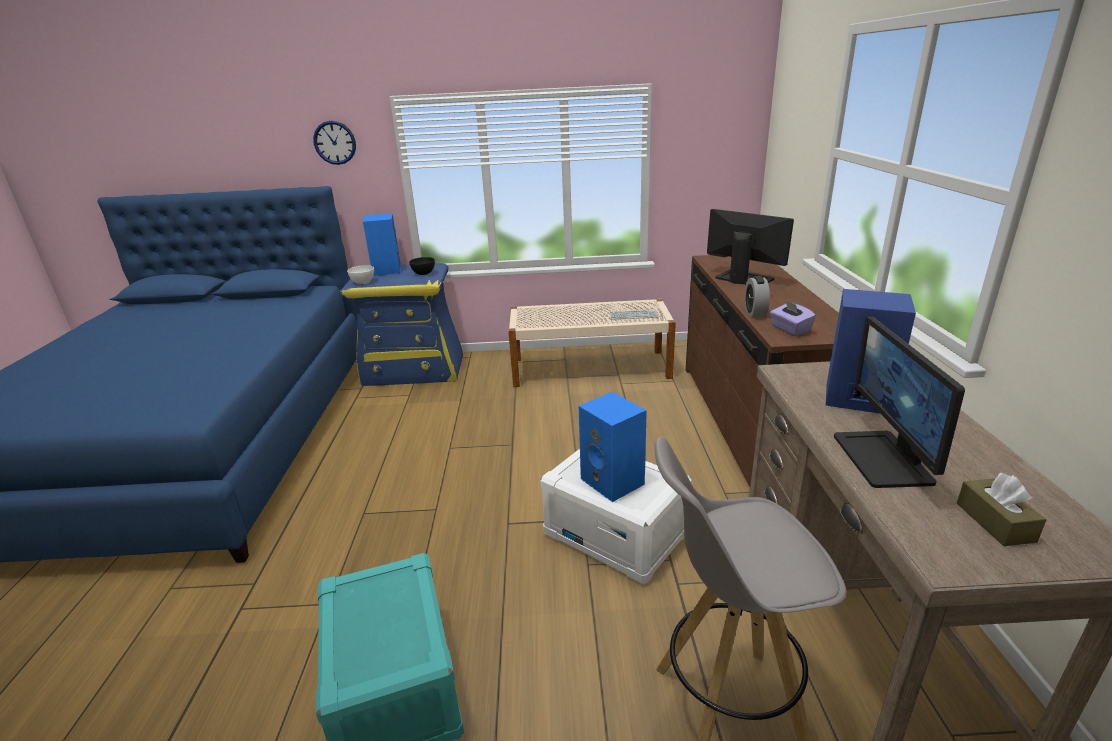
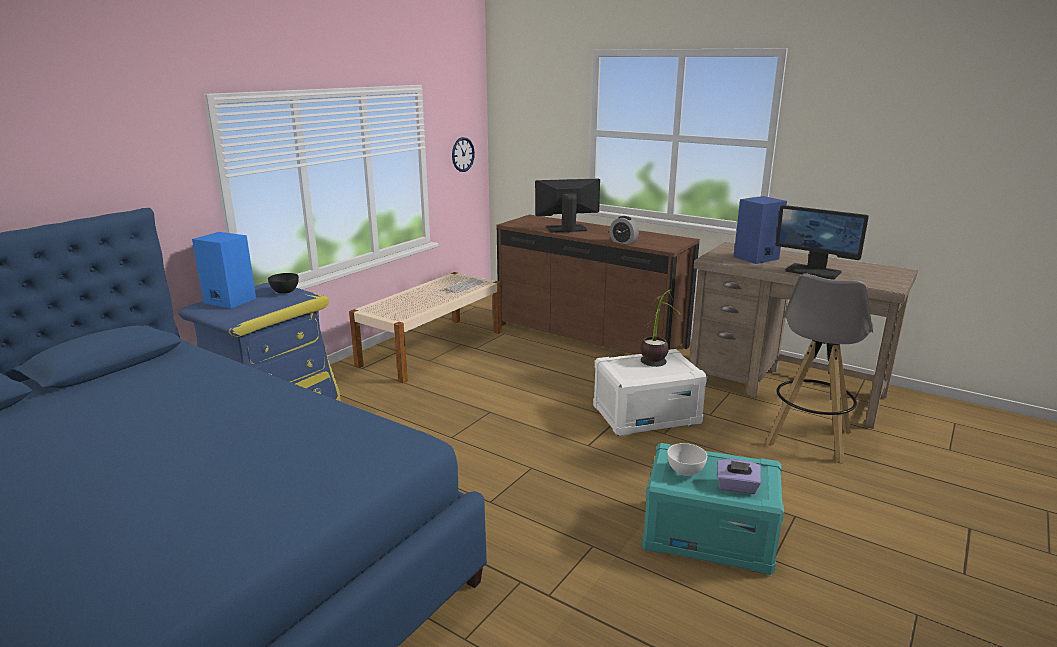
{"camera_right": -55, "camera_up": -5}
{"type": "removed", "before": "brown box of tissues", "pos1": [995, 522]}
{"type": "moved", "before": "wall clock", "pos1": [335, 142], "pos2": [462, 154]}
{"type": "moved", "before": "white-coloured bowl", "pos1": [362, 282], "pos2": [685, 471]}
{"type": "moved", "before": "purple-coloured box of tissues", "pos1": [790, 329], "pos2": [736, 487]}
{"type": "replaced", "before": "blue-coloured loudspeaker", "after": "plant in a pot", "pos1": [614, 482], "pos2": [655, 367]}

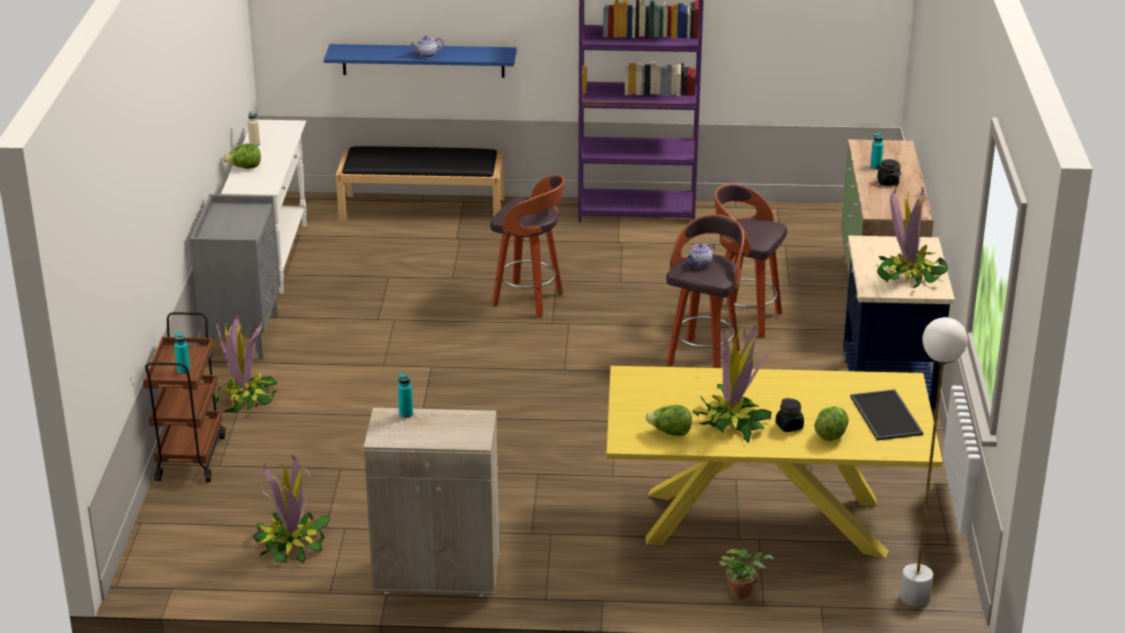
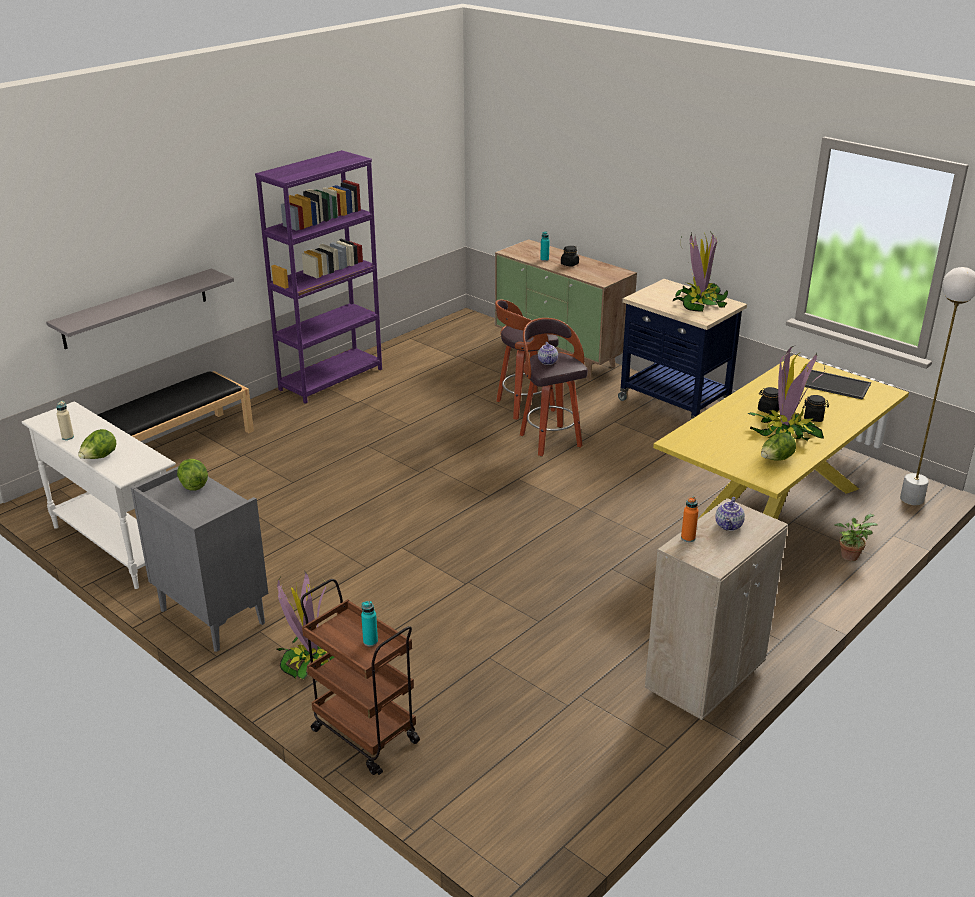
{"camera_right": -50, "camera_up": 0}
{"type": "removed", "before": "plant in a pot", "pos1": [290, 545]}
{"type": "removed", "before": "sitting stool", "pos1": [529, 300]}
{"type": "added", "after": "black storage jar", "pos2": [768, 410]}
{"type": "moved", "before": "pot for tea", "pos1": [426, 55], "pos2": [729, 526]}
{"type": "moved", "before": "lettuce", "pos1": [831, 434], "pos2": [193, 484]}
{"type": "recoloured", "before": "blue-coloured wall shelf", "after": "gray wall shelf", "pos1": [423, 60], "pos2": [135, 308]}
{"type": "recoloured", "before": "turquoise-coloured drink bottle", "after": "orangey drink bottle", "pos1": [406, 414], "pos2": [688, 538]}

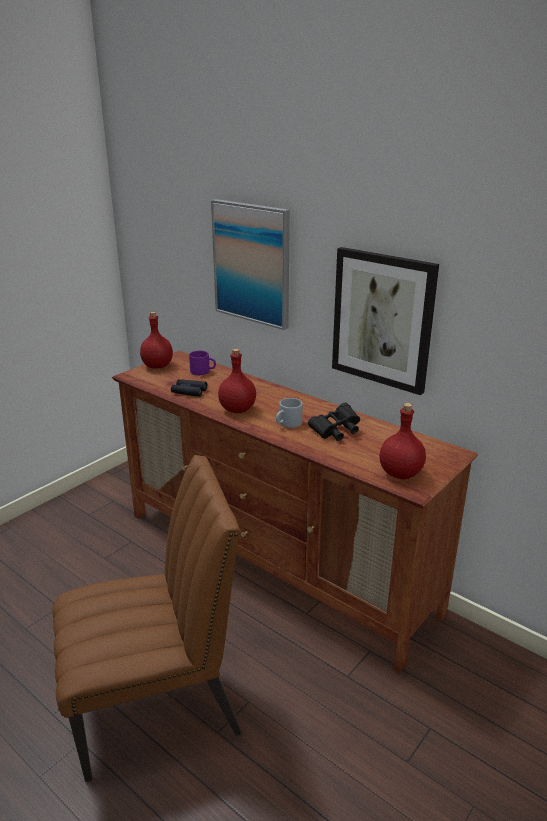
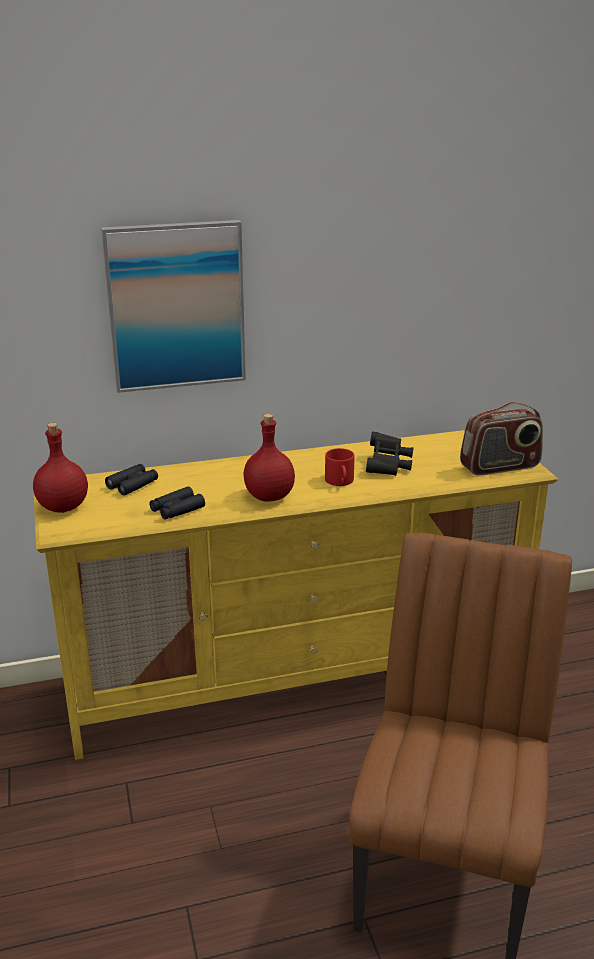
{"camera_right": -55, "camera_up": 0}
{"type": "removed", "before": "picture", "pos1": [382, 319]}
{"type": "replaced", "before": "purple-coloured coffee mug", "after": "black field glasses", "pos1": [203, 371], "pos2": [132, 484]}
{"type": "replaced", "before": "reddish drink bottle", "after": "radio receiver", "pos1": [401, 473], "pos2": [500, 467]}
{"type": "recoloured", "before": "brown dresser", "after": "yellow-coloured dresser", "pos1": [274, 561], "pos2": [296, 679]}
{"type": "recoloured", "before": "gray coffee mug", "after": "reddish coffee mug", "pos1": [288, 424], "pos2": [341, 482]}

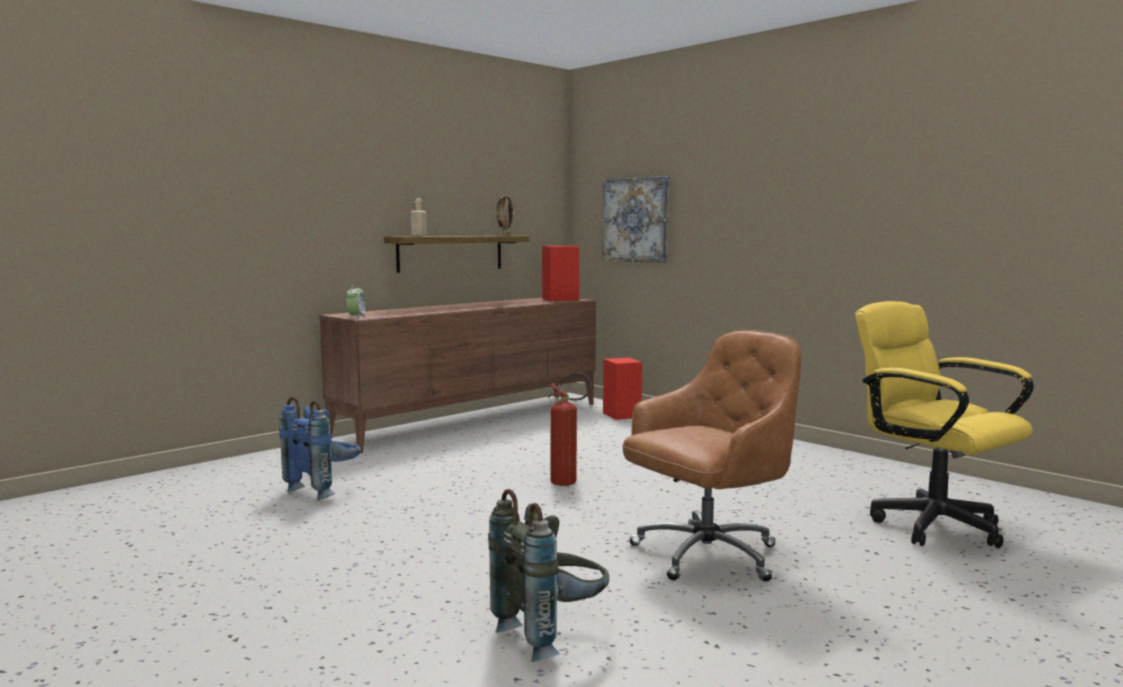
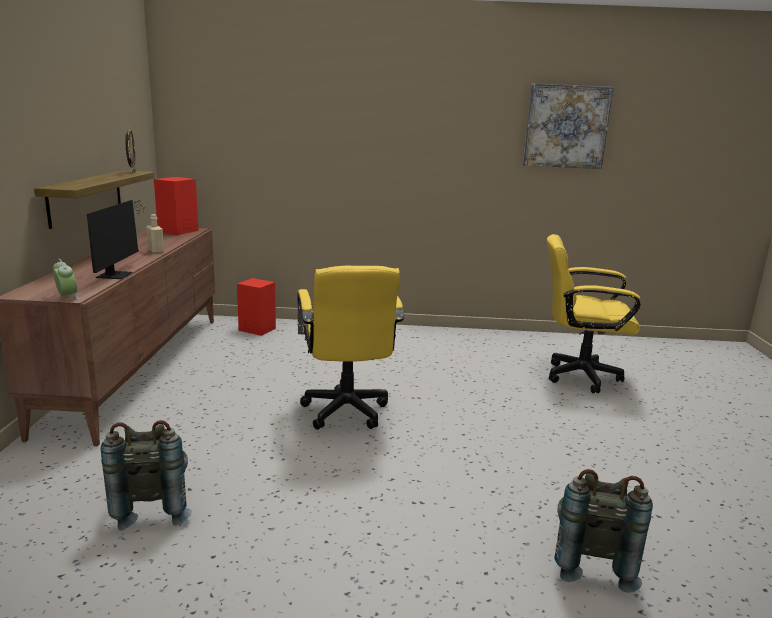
{"camera_right": -45, "camera_up": 10}
{"type": "removed", "before": "brown desk chair", "pos1": [708, 555]}
{"type": "added", "after": "computer display", "pos2": [117, 274]}
{"type": "moved", "before": "beige-coloured drink bottle", "pos1": [419, 236], "pos2": [156, 251]}
{"type": "moved", "before": "picture", "pos1": [636, 220], "pos2": [566, 126]}
{"type": "replaced", "before": "fire extinguisher", "after": "yellow-coloured desk chair", "pos1": [569, 483], "pos2": [347, 414]}
{"type": "recoloured", "before": "blue-coloured backpack", "after": "gray backpack", "pos1": [325, 490], "pos2": [154, 507]}

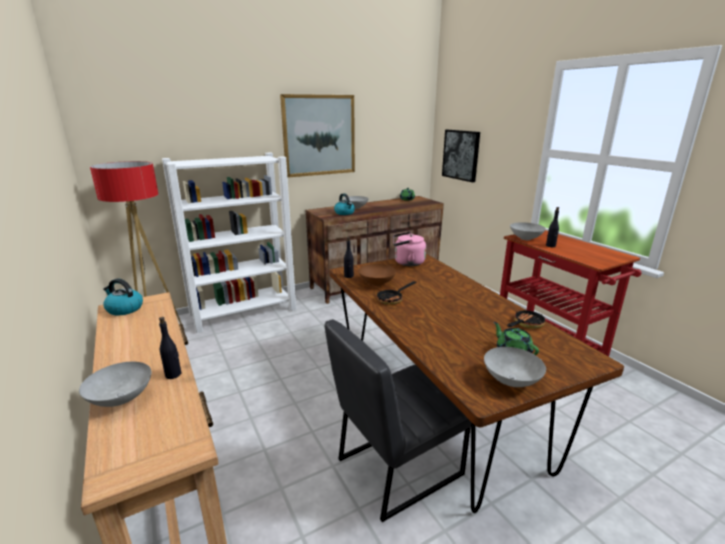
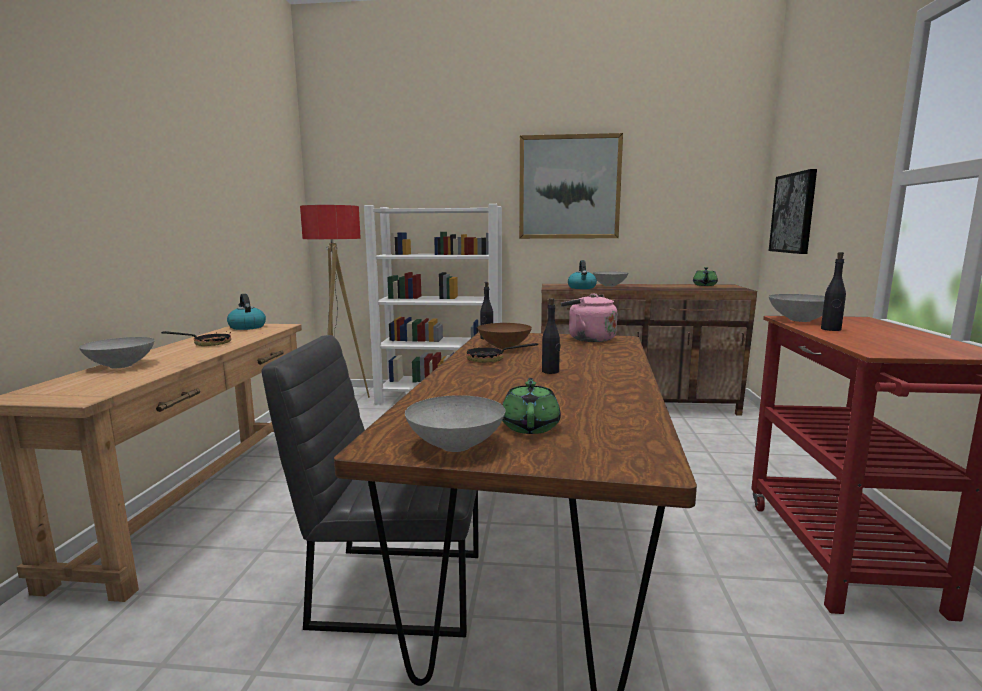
{"camera_right": 35, "camera_up": -10}
{"type": "moved", "before": "black drink bottle", "pos1": [173, 374], "pos2": [550, 371]}
{"type": "moved", "before": "skillet", "pos1": [526, 324], "pos2": [207, 344]}

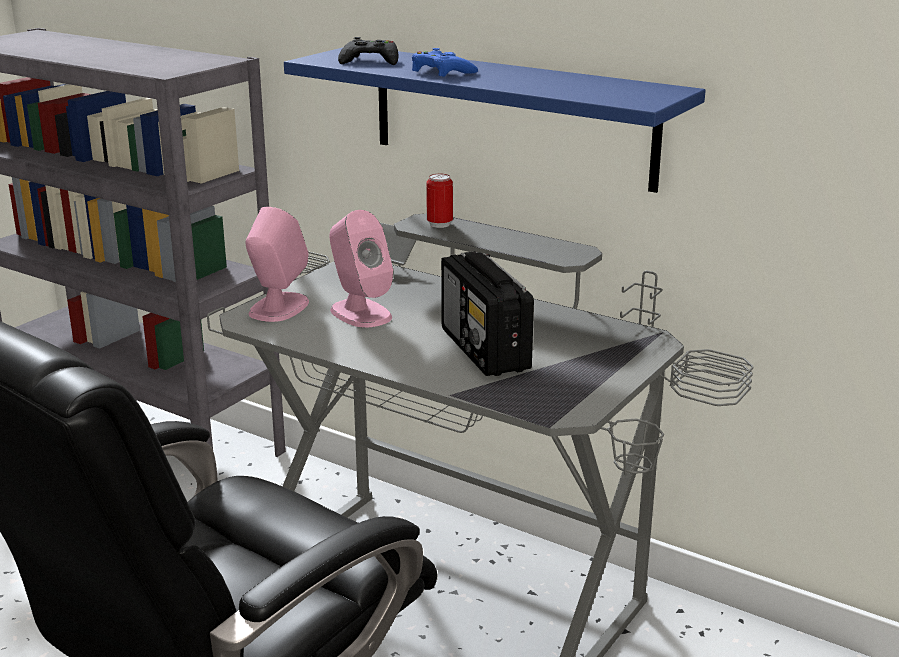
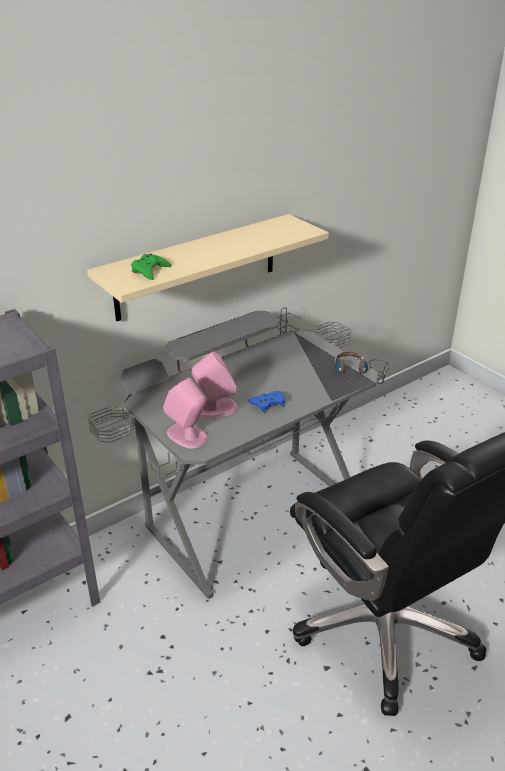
{"camera_right": -70, "camera_up": 10}
{"type": "removed", "before": "sealed can", "pos1": [439, 224]}
{"type": "removed", "before": "radio receiver", "pos1": [485, 350]}
{"type": "added", "after": "headset", "pos2": [350, 371]}
{"type": "moved", "before": "blue-coloured gamepad", "pos1": [441, 72], "pos2": [268, 404]}
{"type": "recoloured", "before": "blue-coloured wall shelf", "after": "beige-coloured wall shelf", "pos1": [511, 116], "pos2": [197, 267]}
{"type": "recoloured", "before": "black gamepad", "after": "greenish gamepad", "pos1": [370, 61], "pos2": [150, 270]}

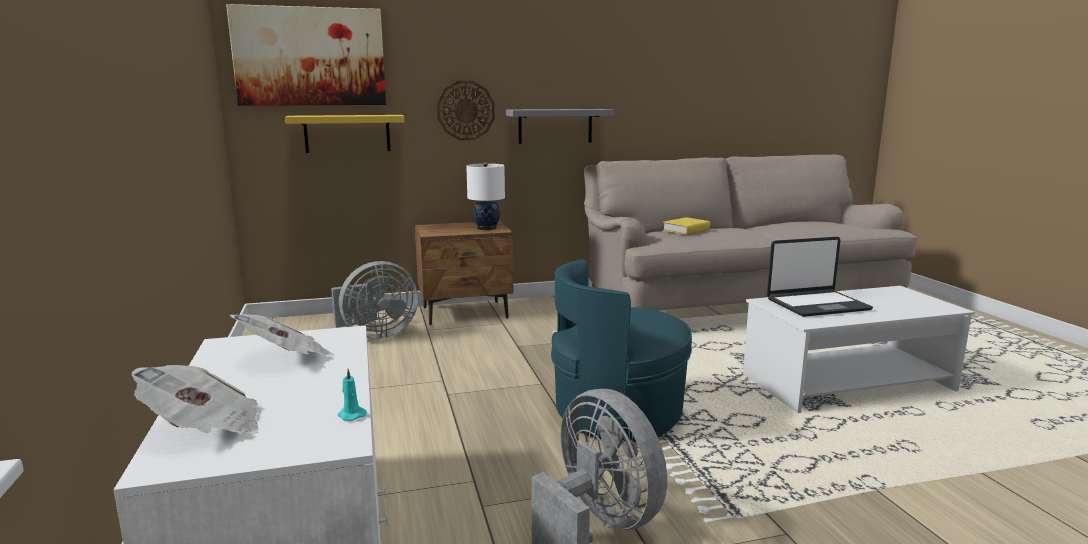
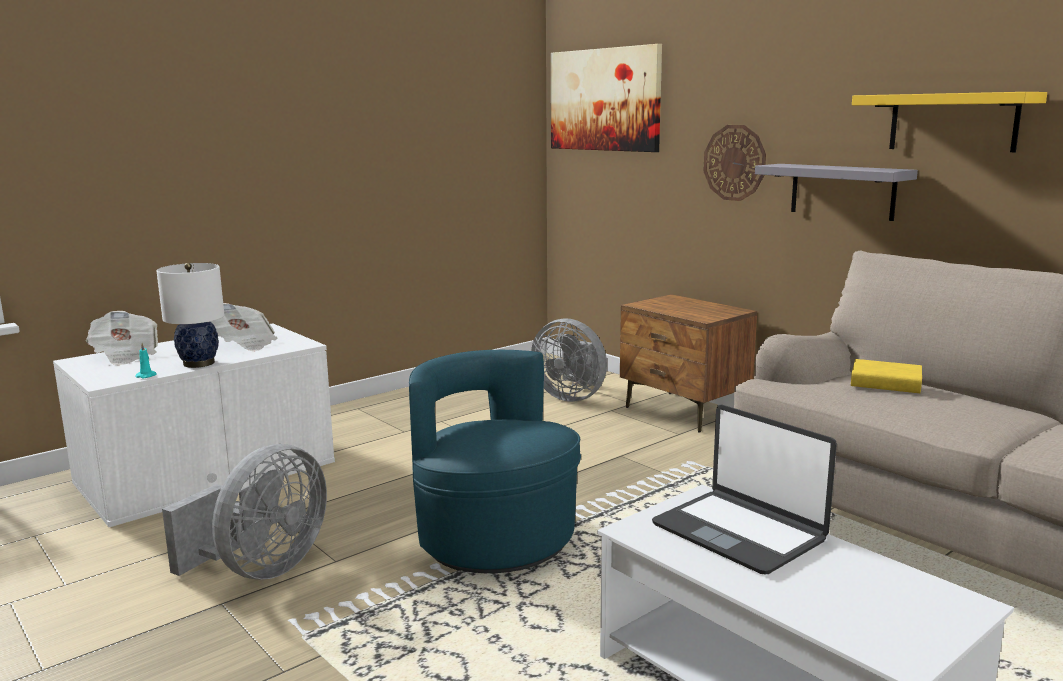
{"camera_right": 65, "camera_up": 0}
{"type": "moved", "before": "yellow-coloured wall shelf", "pos1": [347, 133], "pos2": [952, 122]}
{"type": "moved", "before": "white-coloured lamp for a table", "pos1": [486, 228], "pos2": [198, 363]}

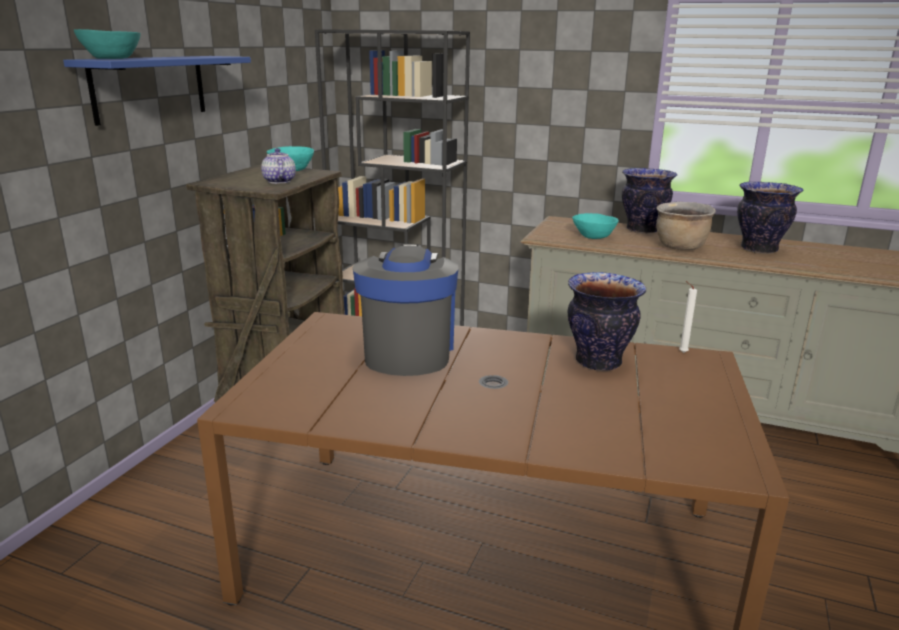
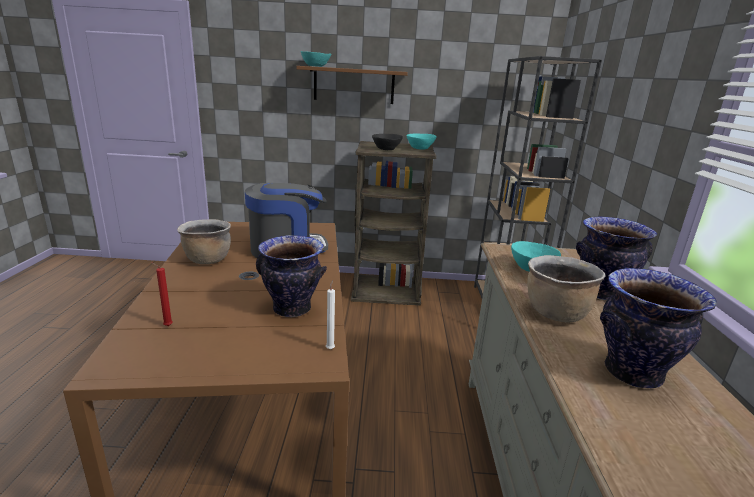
{"camera_right": 70, "camera_up": 0}
{"type": "added", "after": "reddish wax candle", "pos2": [166, 326]}
{"type": "added", "after": "brown cooking pot", "pos2": [207, 259]}
{"type": "replaced", "before": "pot for tea", "after": "black bowl", "pos1": [278, 181], "pos2": [386, 149]}
{"type": "recoloured", "before": "blue-coloured wall shelf", "after": "brown wall shelf", "pos1": [150, 88], "pos2": [354, 85]}

